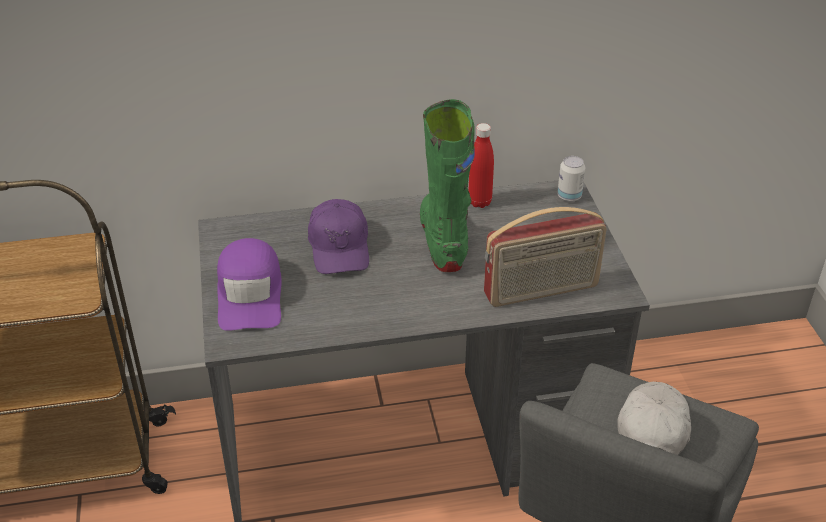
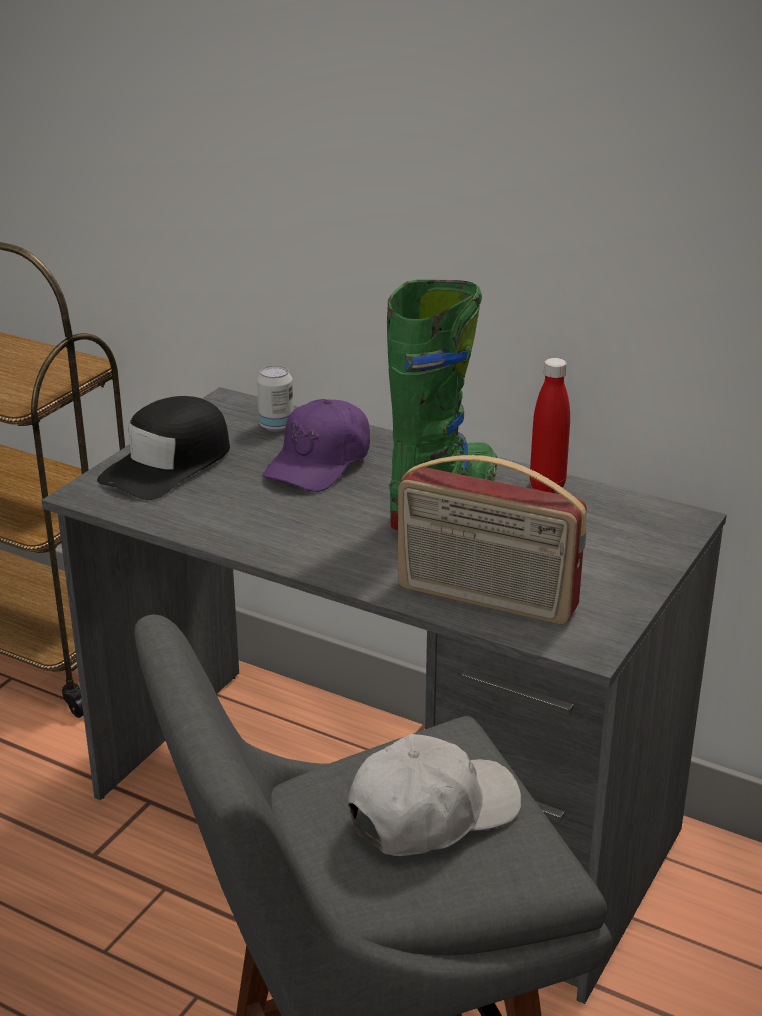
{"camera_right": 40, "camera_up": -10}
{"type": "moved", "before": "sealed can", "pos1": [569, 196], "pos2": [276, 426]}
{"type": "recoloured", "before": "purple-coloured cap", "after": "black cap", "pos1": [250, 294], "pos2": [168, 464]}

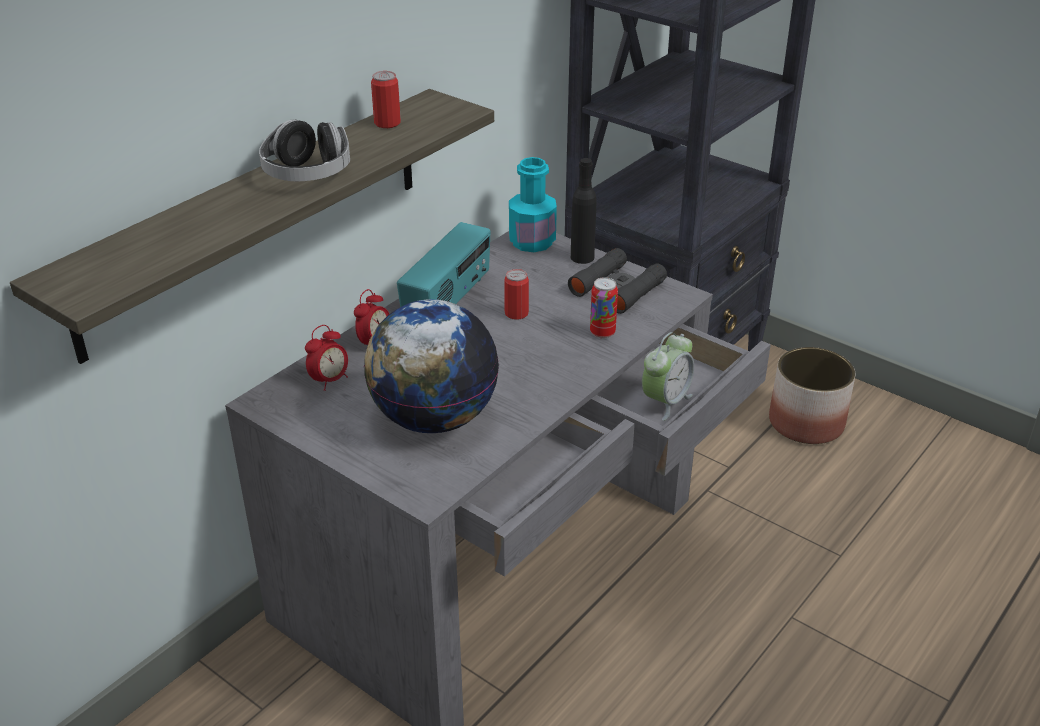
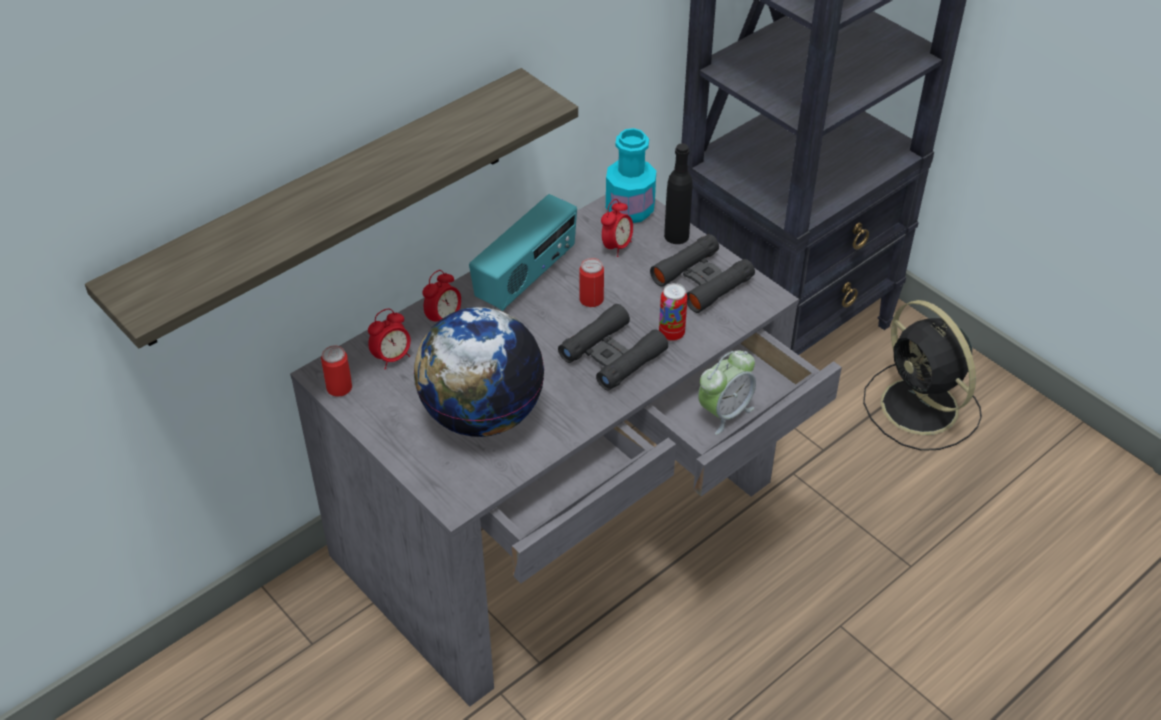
{"camera_right": 10, "camera_up": 10}
{"type": "removed", "before": "headset", "pos1": [307, 175]}
{"type": "added", "after": "black field glasses", "pos2": [612, 355]}
{"type": "added", "after": "bedside clock", "pos2": [616, 247]}
{"type": "moved", "before": "sealed can", "pos1": [387, 123], "pos2": [339, 388]}
{"type": "replaced", "before": "planter", "after": "black electric fan", "pos1": [807, 423], "pos2": [921, 409]}

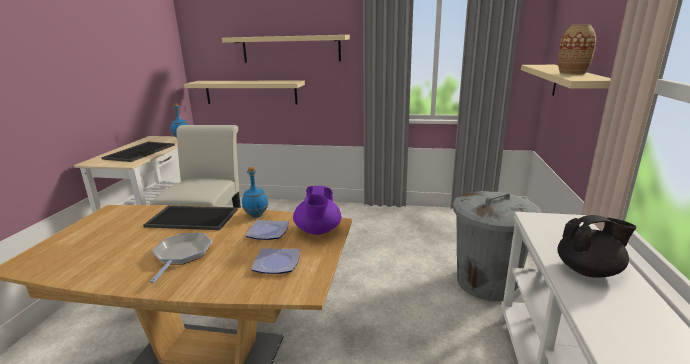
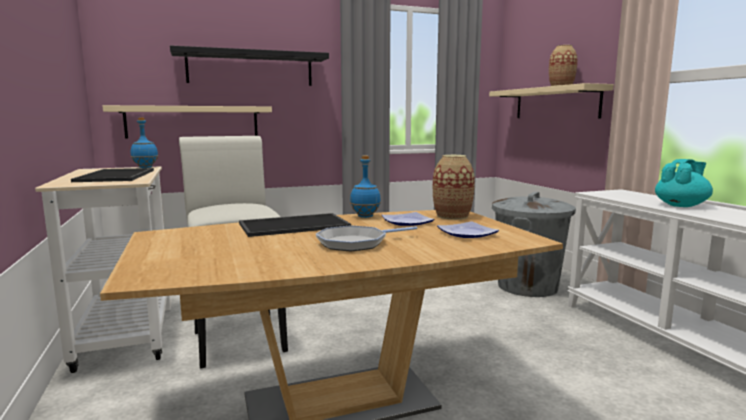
{"camera_right": -30, "camera_up": -10}
{"type": "replaced", "before": "purple-coloured pot for tea", "after": "flower vase", "pos1": [318, 231], "pos2": [452, 216]}
{"type": "recoloured", "before": "beige-coloured wall shelf", "after": "black wall shelf", "pos1": [291, 49], "pos2": [250, 69]}
{"type": "recoloured", "before": "black pot for tea", "after": "turquoise-coloured pot for tea", "pos1": [589, 270], "pos2": [681, 205]}
{"type": "turned", "before": "skillet", "pos1": [182, 255], "pos2": [356, 243], "turn": -90}

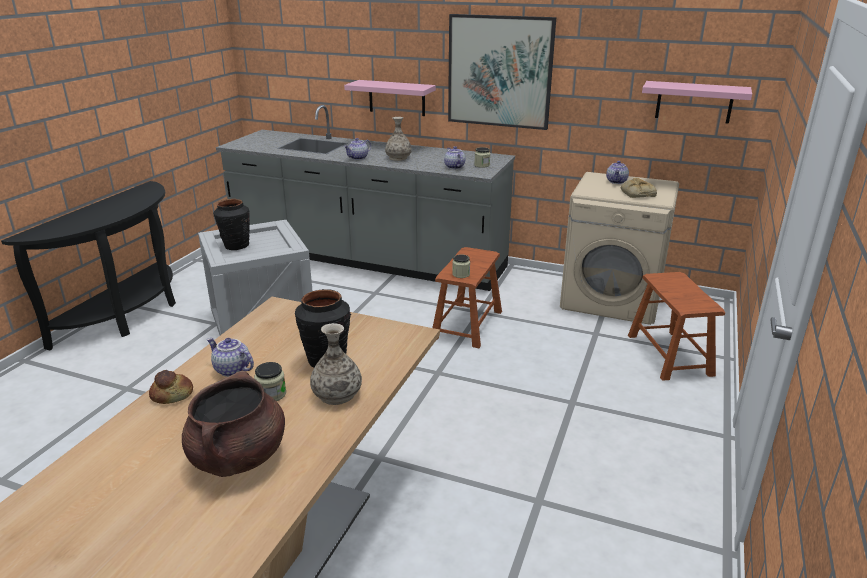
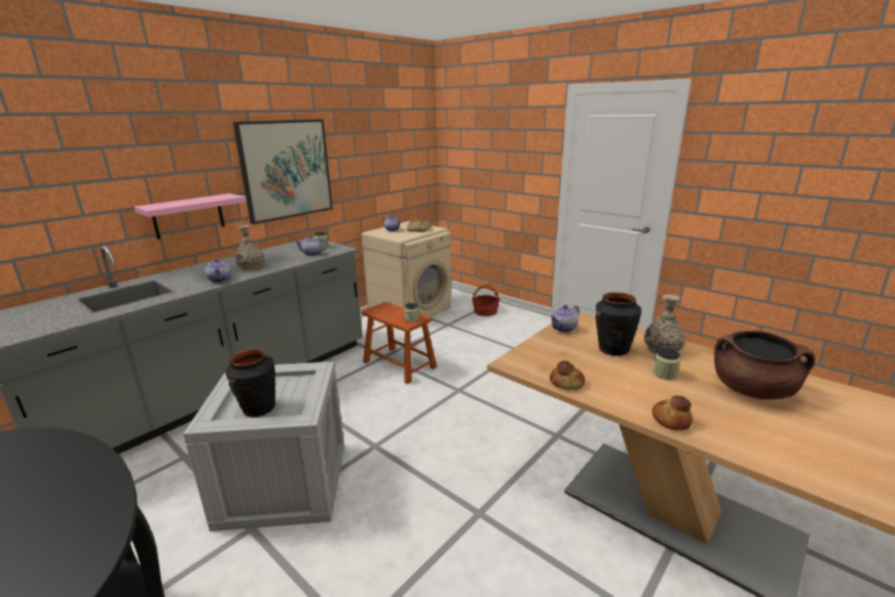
{"camera_right": -70, "camera_up": -5}
{"type": "removed", "before": "pink-coloured wall shelf", "pos1": [694, 102]}
{"type": "added", "after": "bread", "pos2": [567, 383]}
{"type": "moved", "before": "pot for tea", "pos1": [231, 370], "pos2": [564, 329]}
{"type": "replaced", "before": "brown sitting stool", "after": "basket", "pos1": [669, 355], "pos2": [485, 312]}

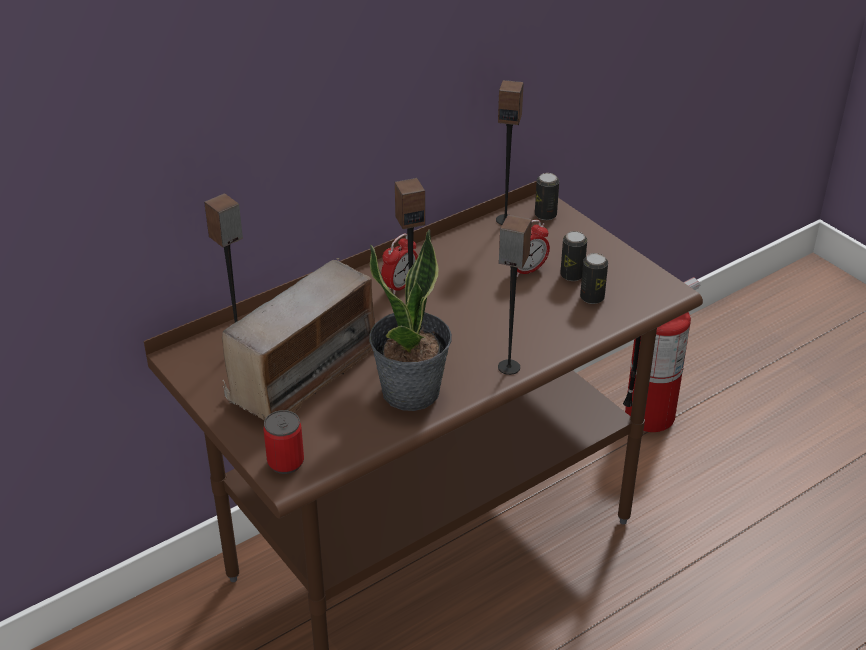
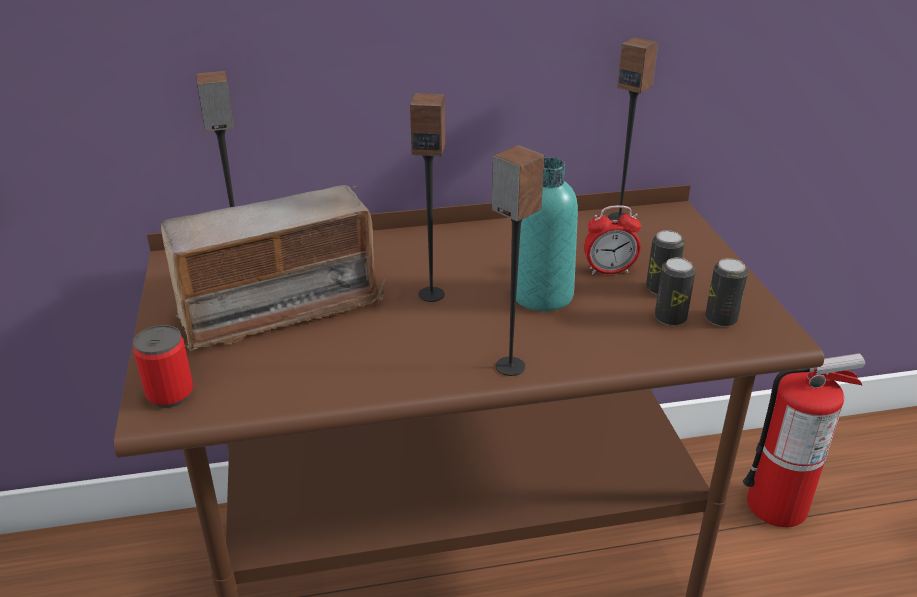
{"camera_right": 25, "camera_up": -5}
{"type": "removed", "before": "plant in a pot", "pos1": [411, 392]}
{"type": "removed", "before": "bedside clock", "pos1": [400, 286]}
{"type": "added", "after": "turquoise-coloured drink bottle", "pos2": [542, 295]}
{"type": "moved", "before": "sealed can", "pos1": [545, 215], "pos2": [721, 319]}

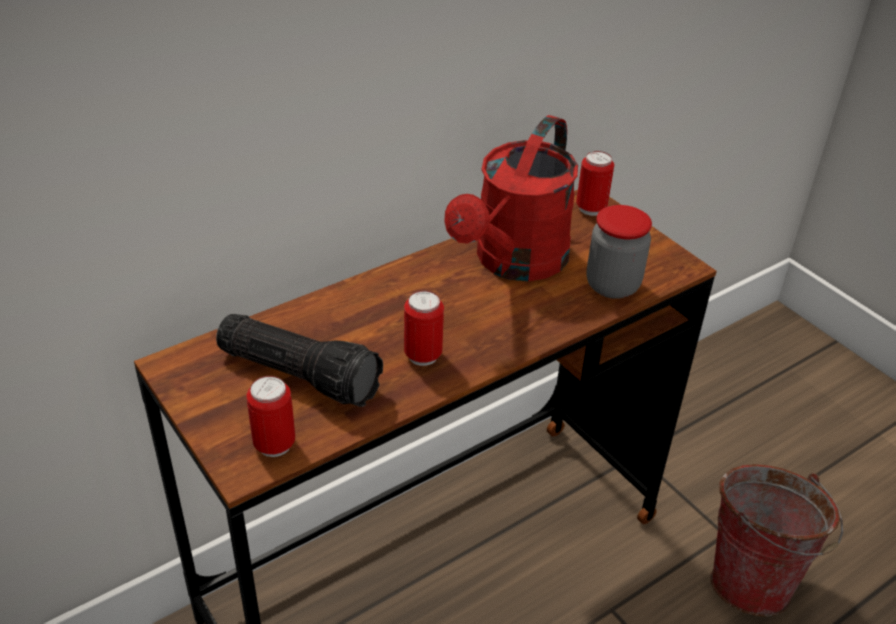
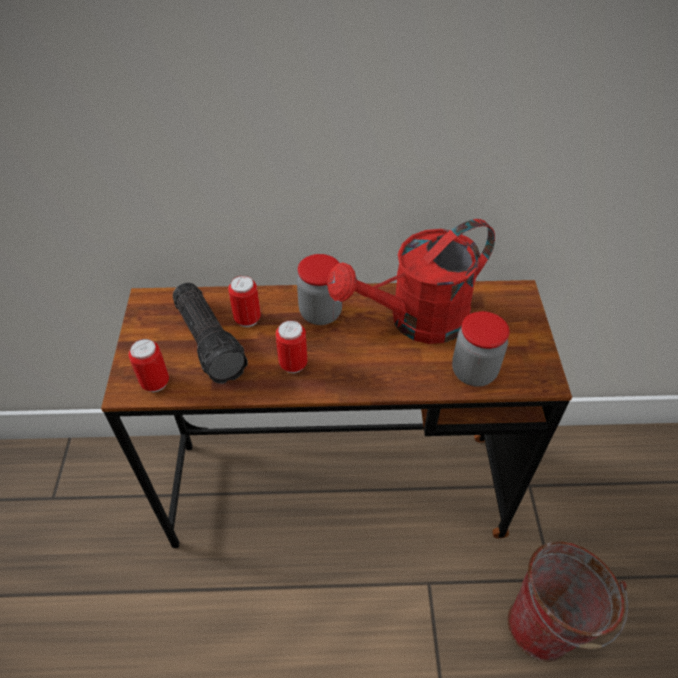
{"camera_right": 35, "camera_up": 10}
{"type": "added", "after": "storage jar", "pos2": [320, 313]}
{"type": "moved", "before": "sealed can", "pos1": [591, 208], "pos2": [247, 319]}

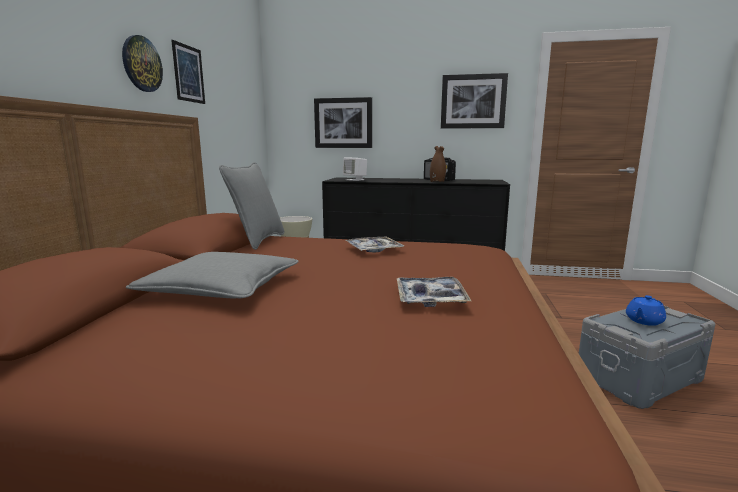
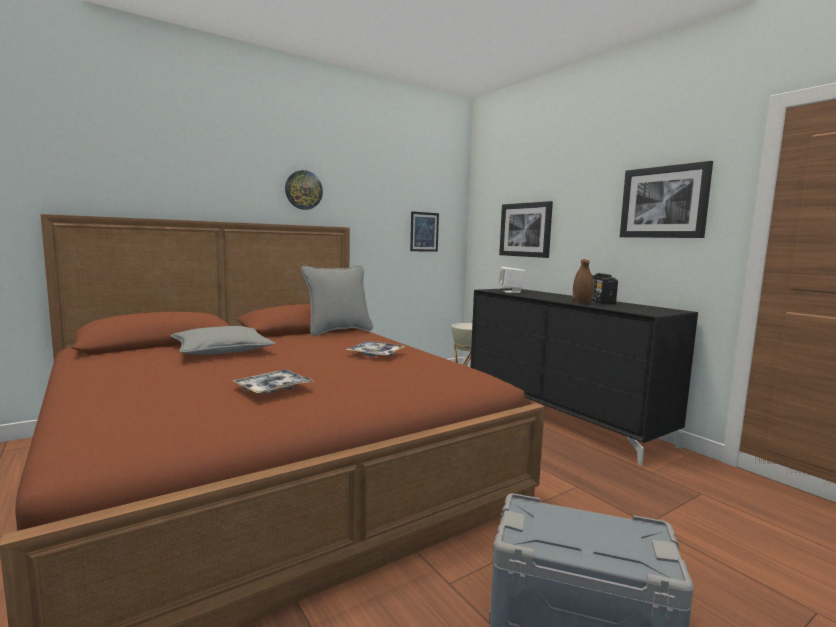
{"camera_right": 45, "camera_up": -5}
{"type": "removed", "before": "blue-coloured pot for tea", "pos1": [643, 321]}
{"type": "moved", "before": "picture", "pos1": [188, 74], "pos2": [424, 232]}

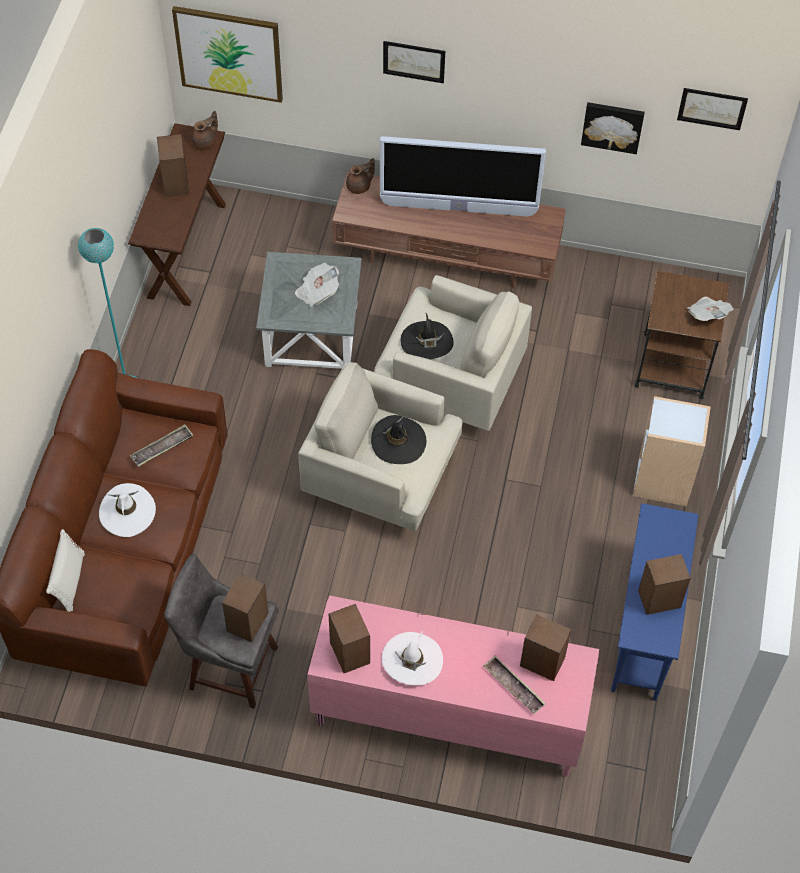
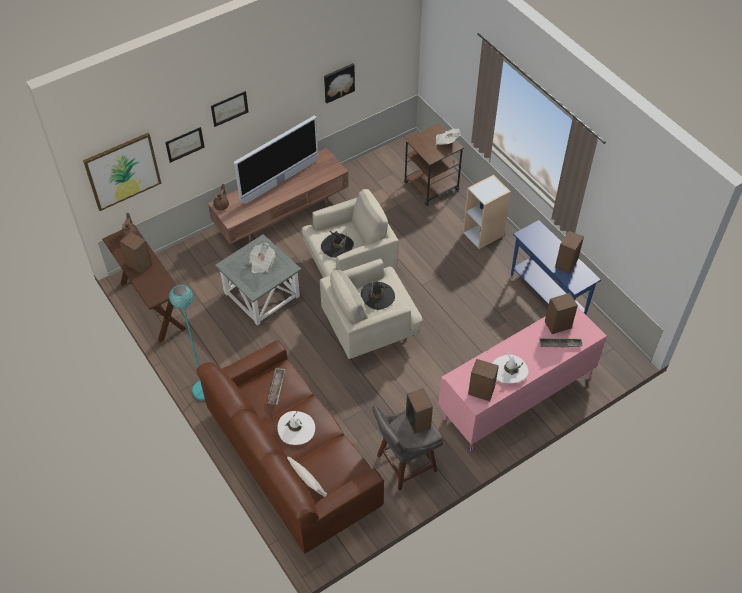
{"camera_right": -45, "camera_up": -5}
{"type": "moved", "before": "picture", "pos1": [712, 108], "pos2": [185, 144]}

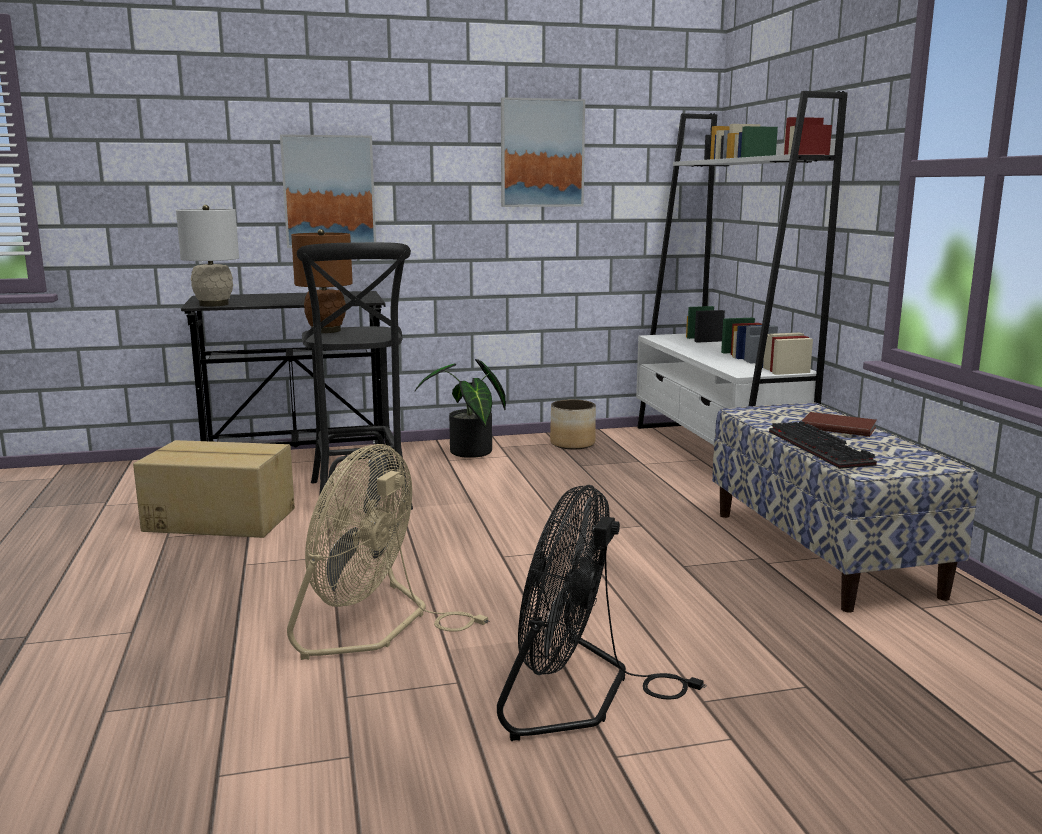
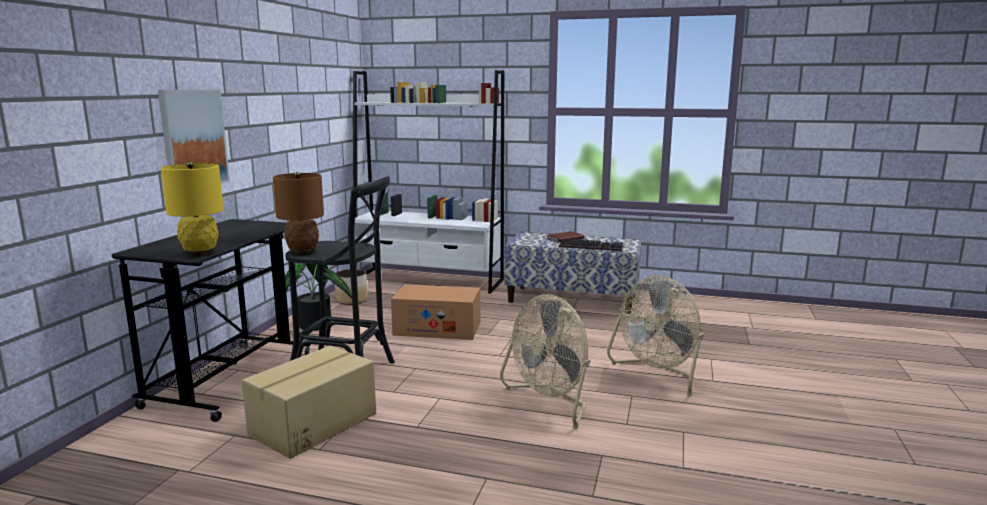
{"camera_right": -60, "camera_up": 0}
{"type": "removed", "before": "picture", "pos1": [542, 153]}
{"type": "added", "after": "packing box", "pos2": [437, 328]}
{"type": "recoloured", "before": "white-coloured lamp for a table", "after": "yellow-coloured lamp for a table", "pos1": [214, 304], "pos2": [200, 253]}
{"type": "recoloured", "before": "black electric fan", "after": "beige-coloured electric fan", "pos1": [586, 689], "pos2": [658, 372]}

